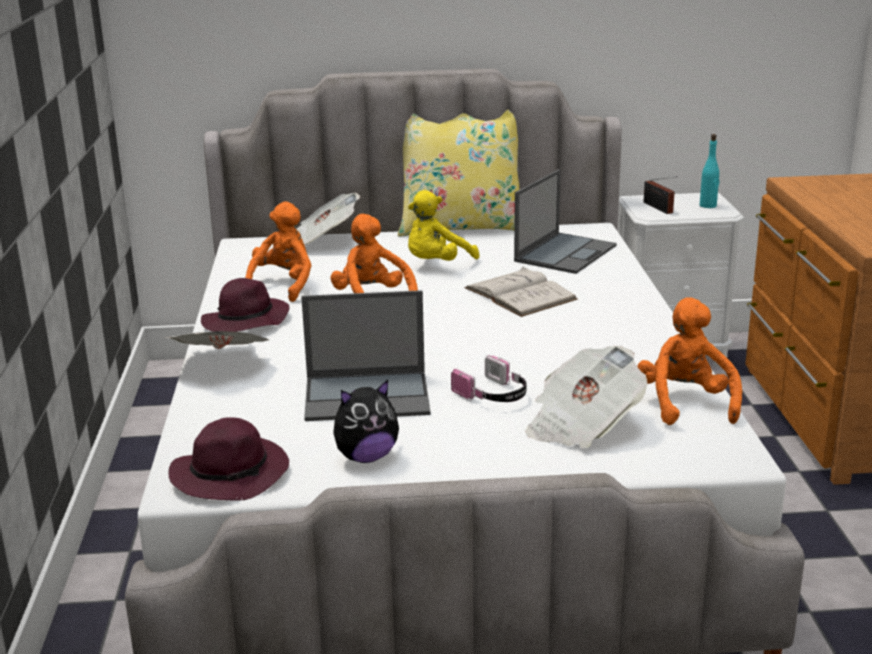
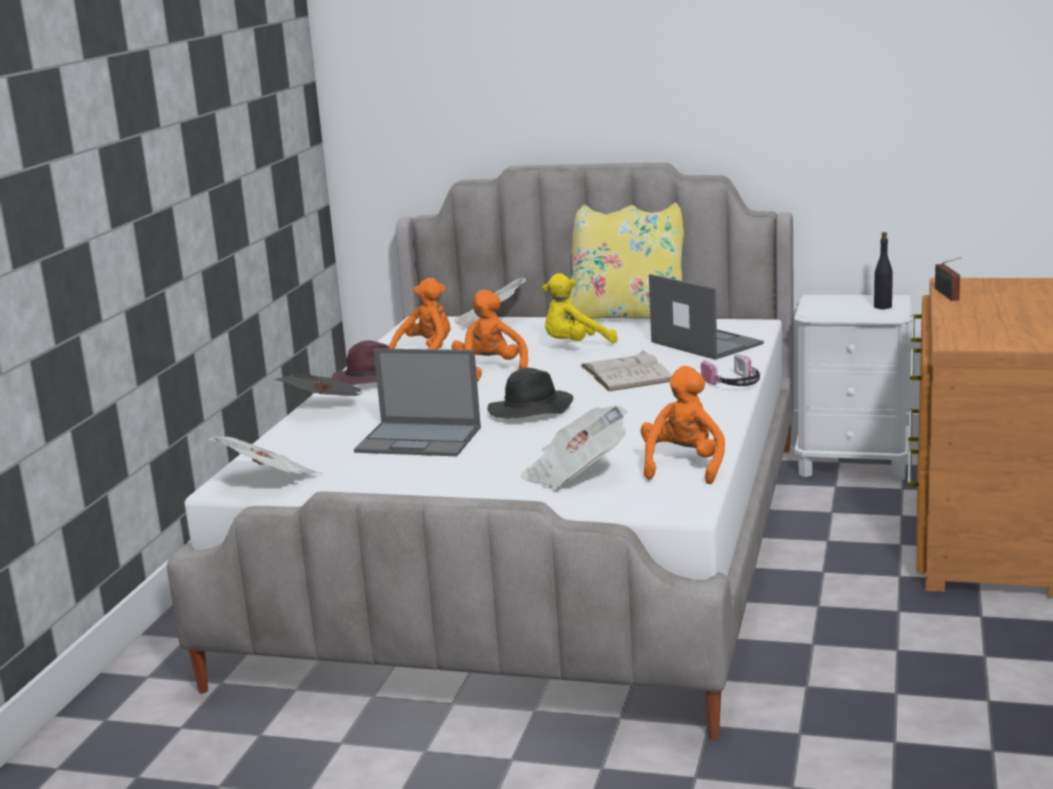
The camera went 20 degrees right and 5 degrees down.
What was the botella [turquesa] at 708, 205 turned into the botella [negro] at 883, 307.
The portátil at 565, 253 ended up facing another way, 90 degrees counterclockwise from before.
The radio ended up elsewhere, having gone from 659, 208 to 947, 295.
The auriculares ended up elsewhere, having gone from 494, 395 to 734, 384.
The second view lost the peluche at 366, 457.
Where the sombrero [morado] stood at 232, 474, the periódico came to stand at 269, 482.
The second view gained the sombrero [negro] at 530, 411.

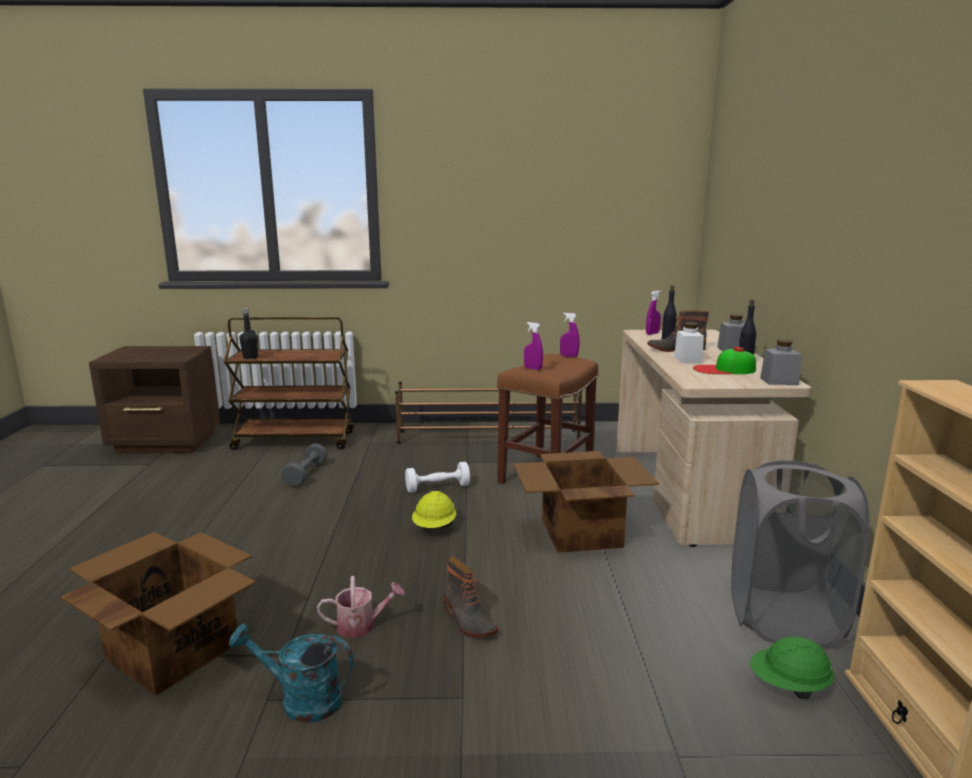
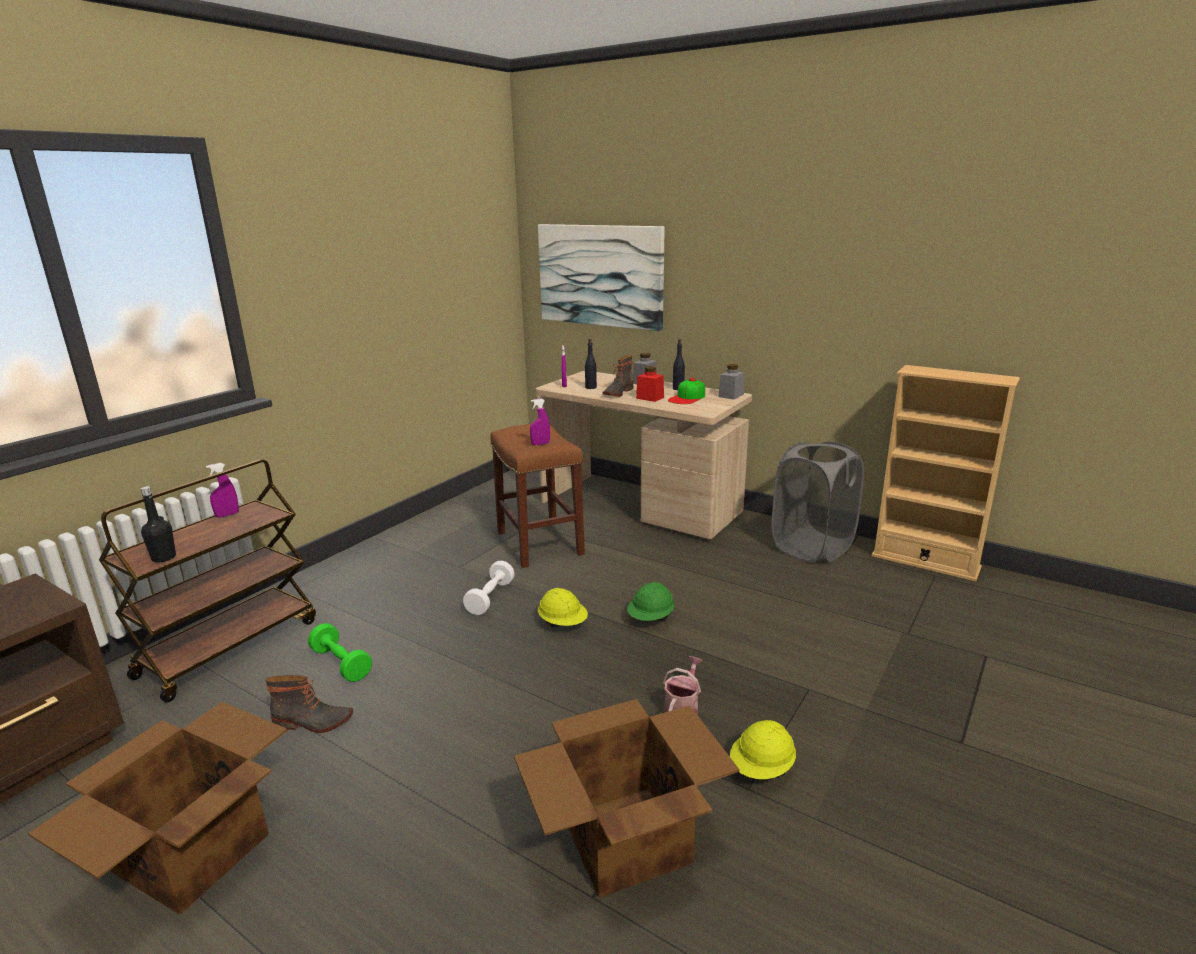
The camera went 55 degrees left and 5 degrees up.
The pulverizador [morado] ended up elsewhere, having gone from 569, 356 to 227, 515.
What was the tarro [blanco] at 687, 360 turned into the tarro [rojo] at 650, 398.
The second view lost the zapatero [marrón] at 489, 437.
What was the mancuerna [gris] at 306, 474 turned into the mancuerna [verde] at 341, 664.
The caja de cartón ended up elsewhere, having gone from 579, 532 to 190, 854.
The bota ended up elsewhere, having gone from 467, 621 to 312, 722.
Where the regadera [turquesa] stood at 301, 700, the casco [amarillo] came to stand at 762, 769.
The casco [verde] ended up elsewhere, having gone from 789, 686 to 651, 618.
The second view gained the cuadro at 600, 275.

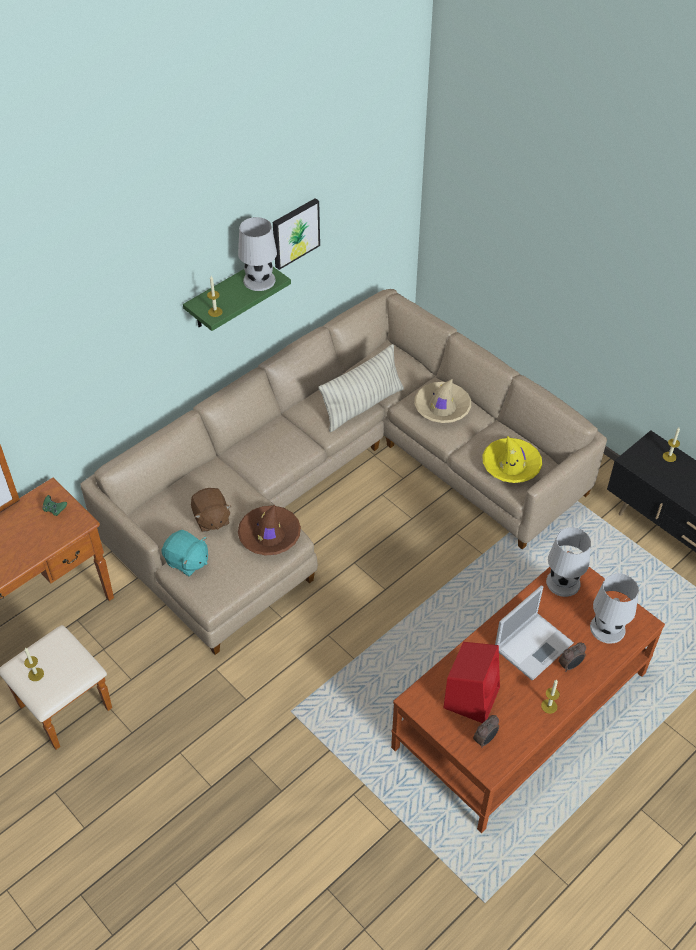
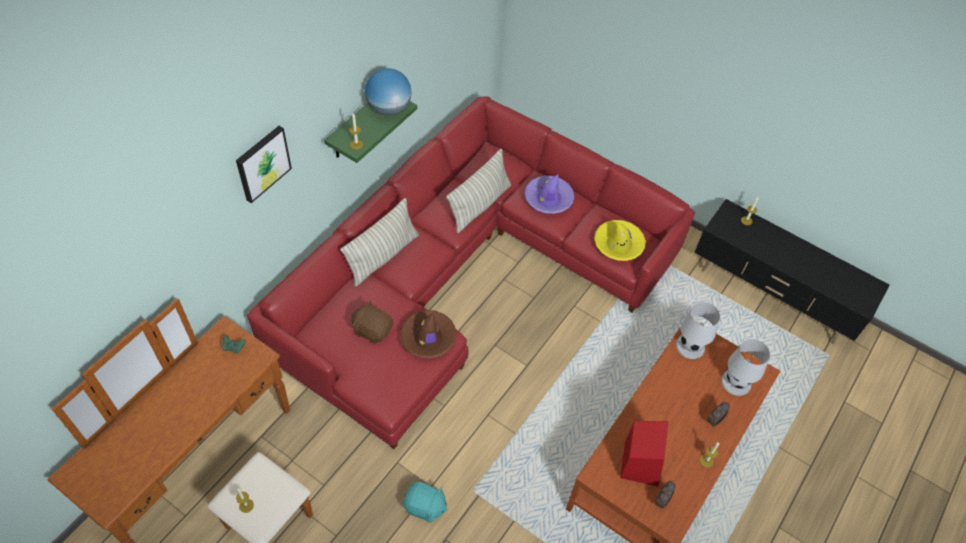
The camera went 15 degrees left and 5 degrees up.
The cuadro ended up elsewhere, having gone from 295, 232 to 262, 163.
Where the lámpara de mesa [blanco] stood at 259, 280, the globo terráqueo came to stand at 389, 108.
What was the sofá [beis] at 337, 483 turned into the sofá [rojo] at 463, 274.
What was the sombrero [beis] at 442, 407 turned into the sombrero [morado] at 548, 199.
The peluche [marrón] at 211, 519 ended up facing another way, 150 degrees clockwise from before.
The peluche [turquesa] ended up elsewhere, having gone from 187, 561 to 425, 507.
The second view lost the portátil at 534, 645.
The second view gained the cojín at 383, 256.

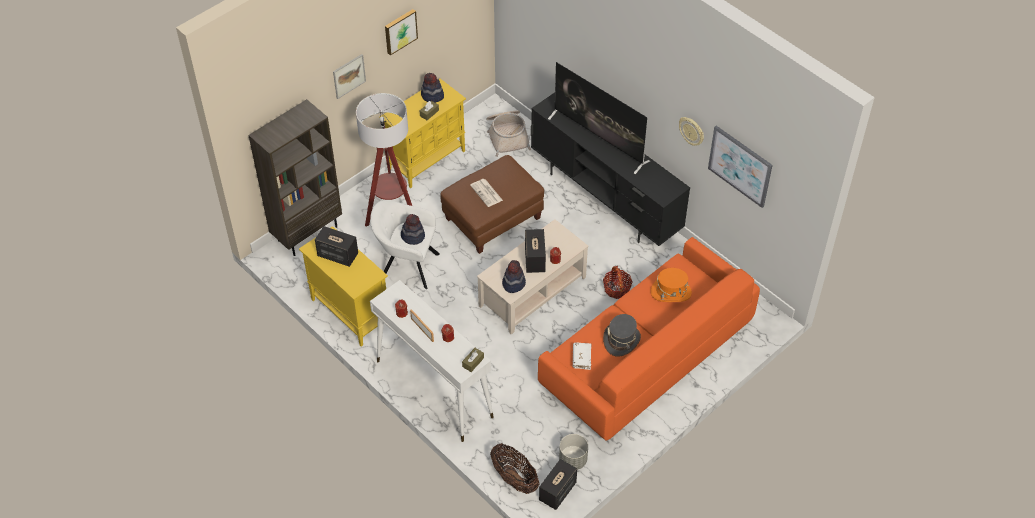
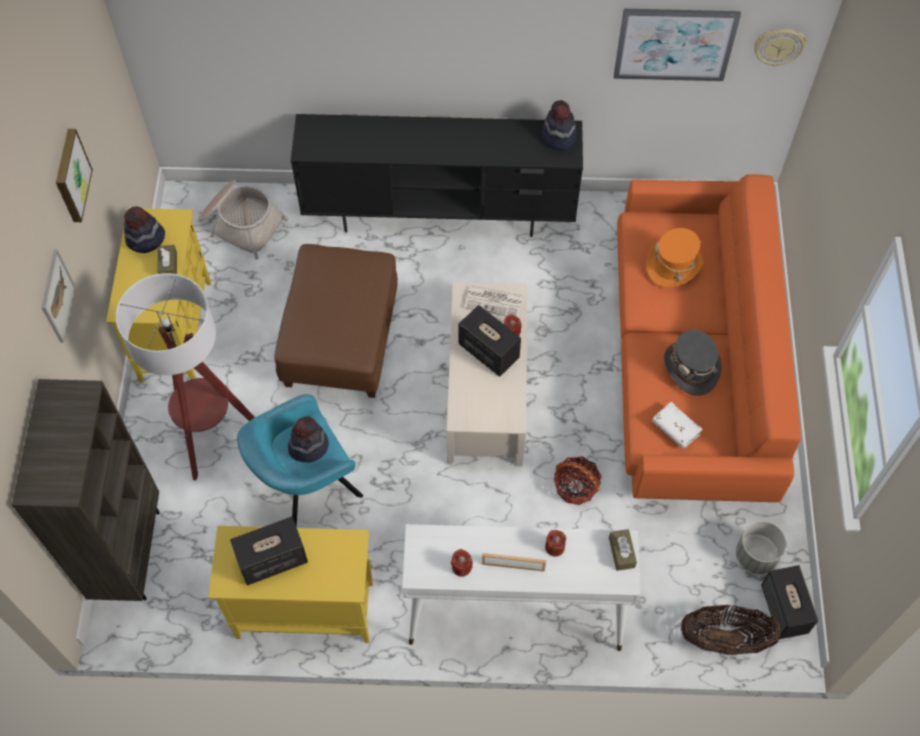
The camera went 45 degrees left and 10 degrees up.
The second view lost the televisor at 599, 139.
The reloj de pared ended up elsewhere, having gone from 691, 131 to 779, 46.
The periódico ended up elsewhere, having gone from 487, 193 to 494, 301.
What was the sillón [blanco] at 407, 266 turned into the sillón [turquesa] at 305, 487.
The sombrero ended up elsewhere, having gone from 513, 283 to 558, 137.
The cesta ended up elsewhere, having gone from 616, 289 to 575, 486.

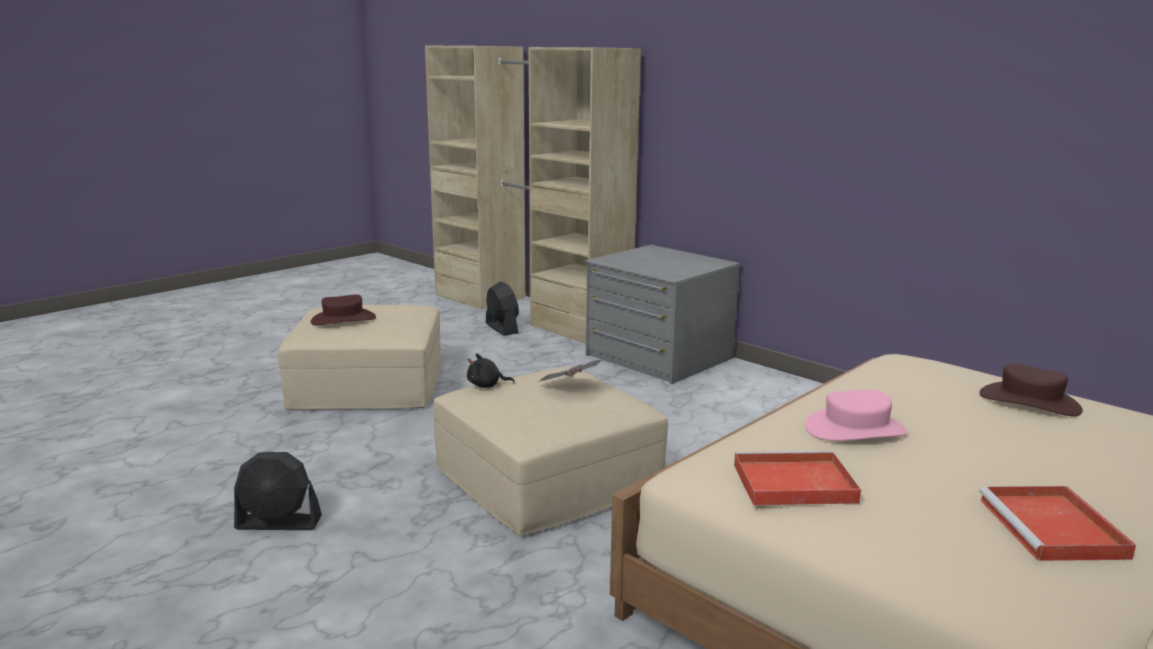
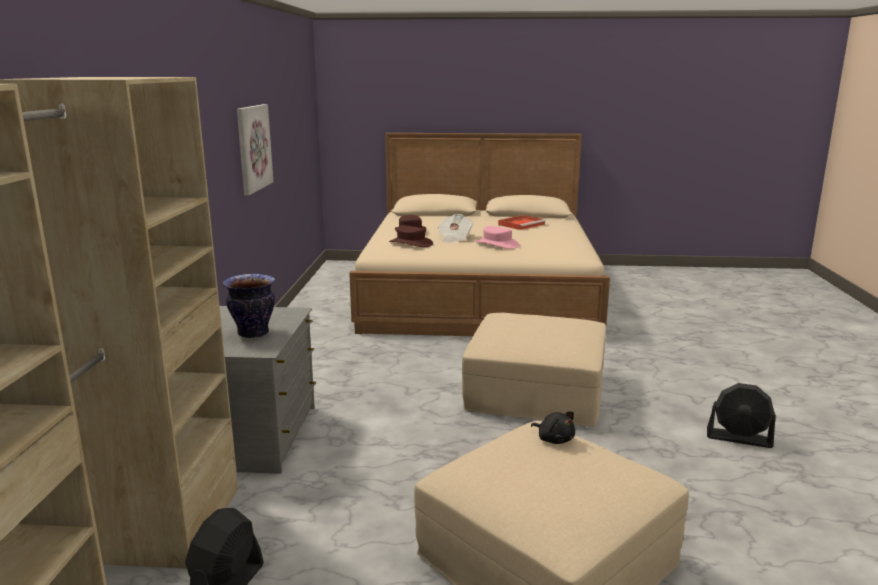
The camera went 130 degrees left and 0 degrees up.
The sombrero [marrón] ended up elsewhere, having gone from 343, 319 to 411, 243.
The peluche [negro] ended up elsewhere, having gone from 486, 385 to 554, 439.
The periódico ended up elsewhere, having gone from 569, 387 to 454, 238.
The second view lost the bandeja [rojo] at 791, 483.
The ventilador [negro] at 279, 523 ended up facing another way, 150 degrees clockwise from before.
The second view gained the cuadro at 253, 148.
The second view gained the florero at 254, 333.

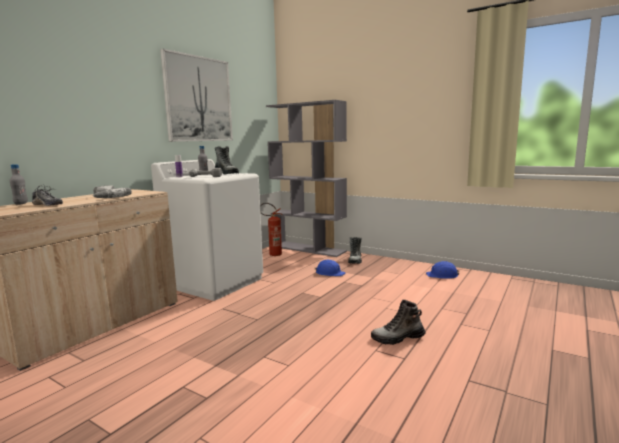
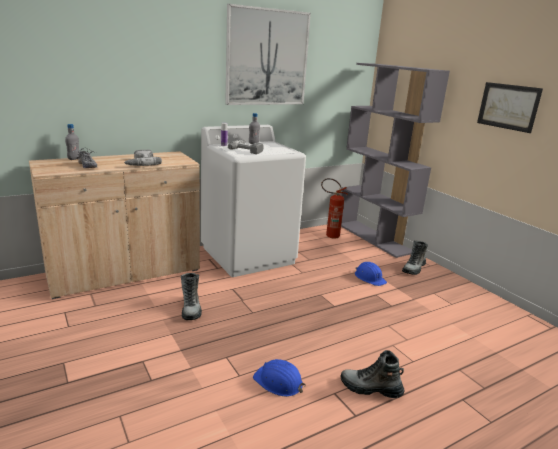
The camera went 25 degrees right and 10 degrees up.
The bota ended up elsewhere, having gone from 227, 173 to 191, 308.
The casco [azul] ended up elsewhere, having gone from 442, 275 to 278, 382.
The second view gained the cuadro at 508, 106.

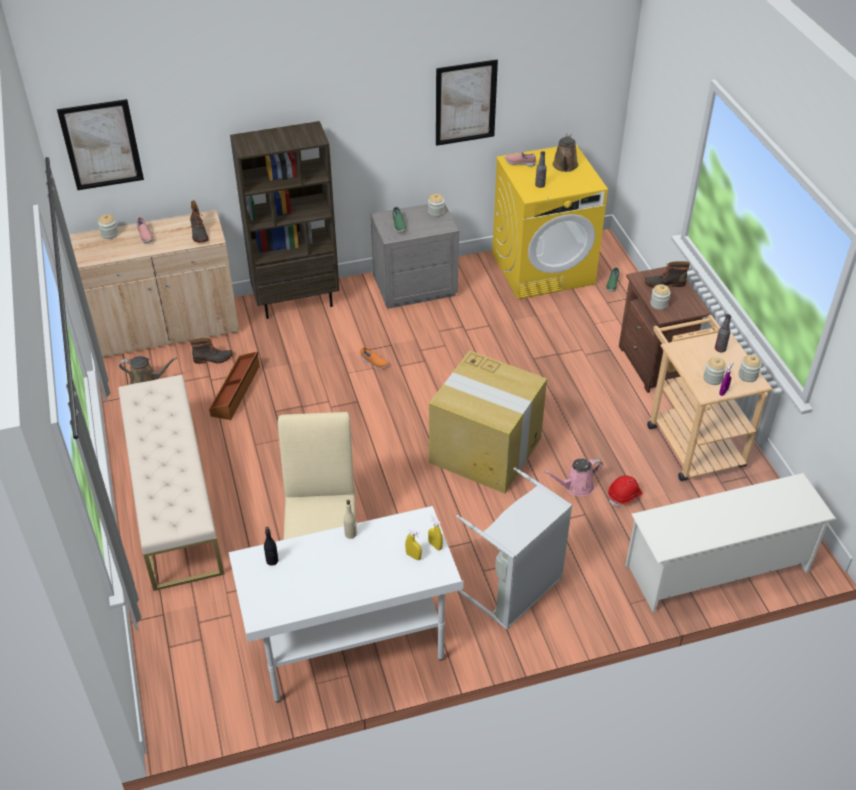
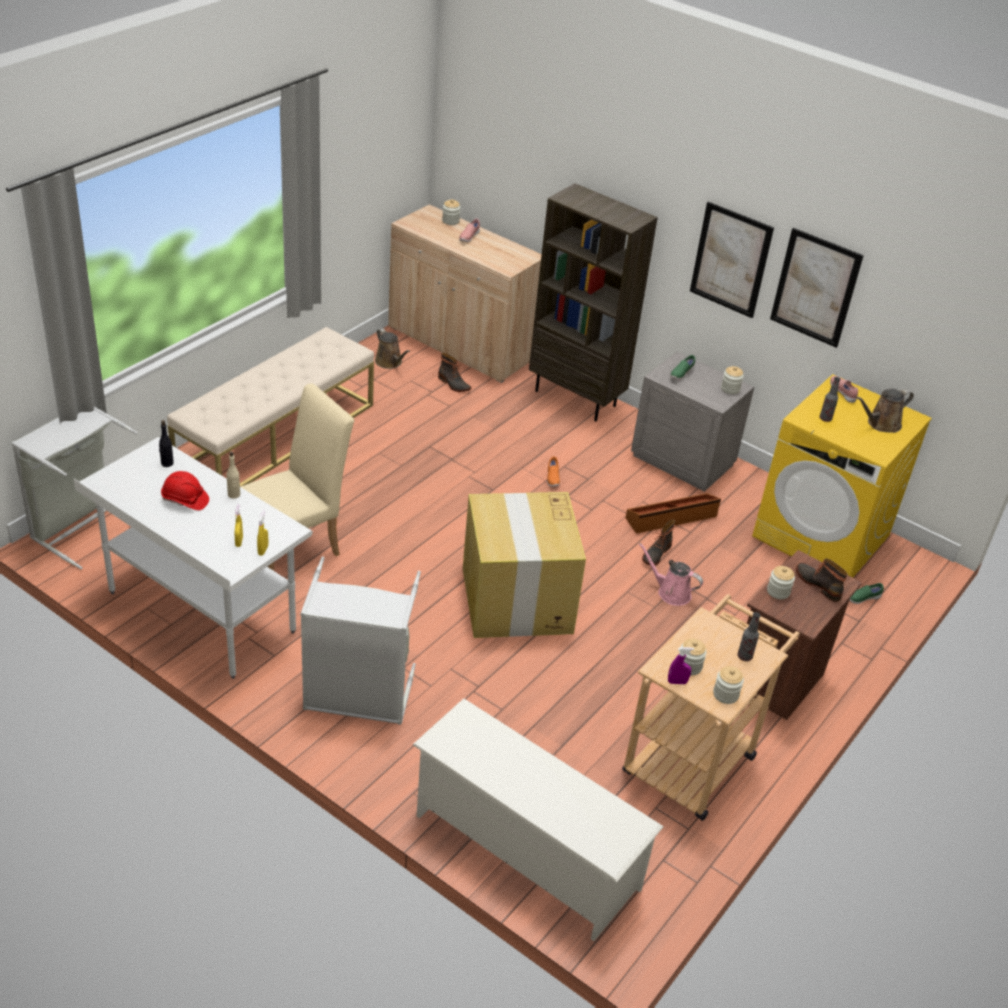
The camera went 50 degrees right and 5 degrees down.
The cuadro ended up elsewhere, having gone from 101, 145 to 731, 260.
The bota ended up elsewhere, having gone from 198, 233 to 656, 554.
The caja de almacenaje [marrón] ended up elsewhere, having gone from 236, 391 to 671, 518.
The regadera [rosa] ended up elsewhere, having gone from 576, 486 to 671, 592.
The casco [rojo] ended up elsewhere, having gone from 624, 496 to 185, 500.
The second view gained the cesto de la ropa [gris] at 82, 527.

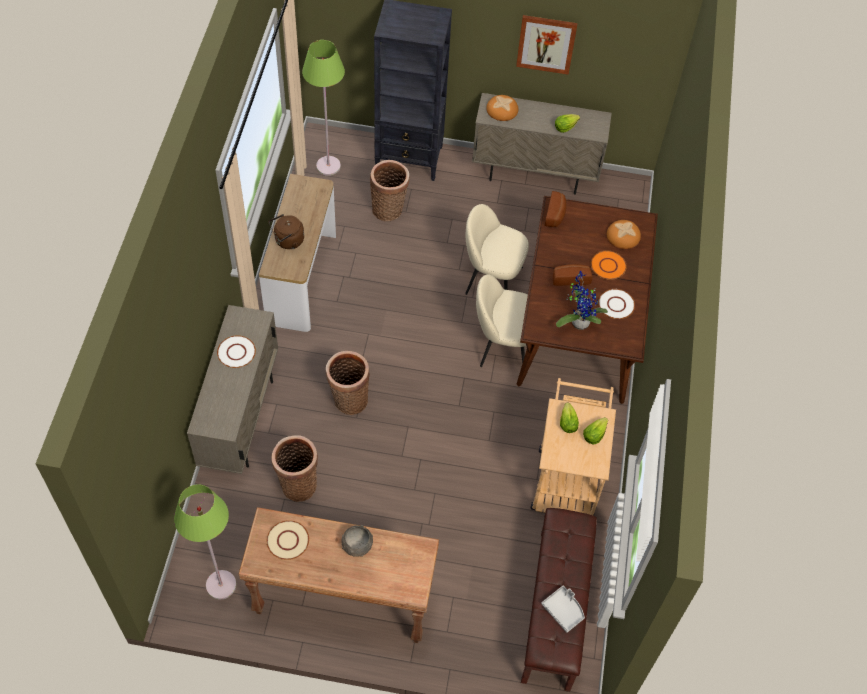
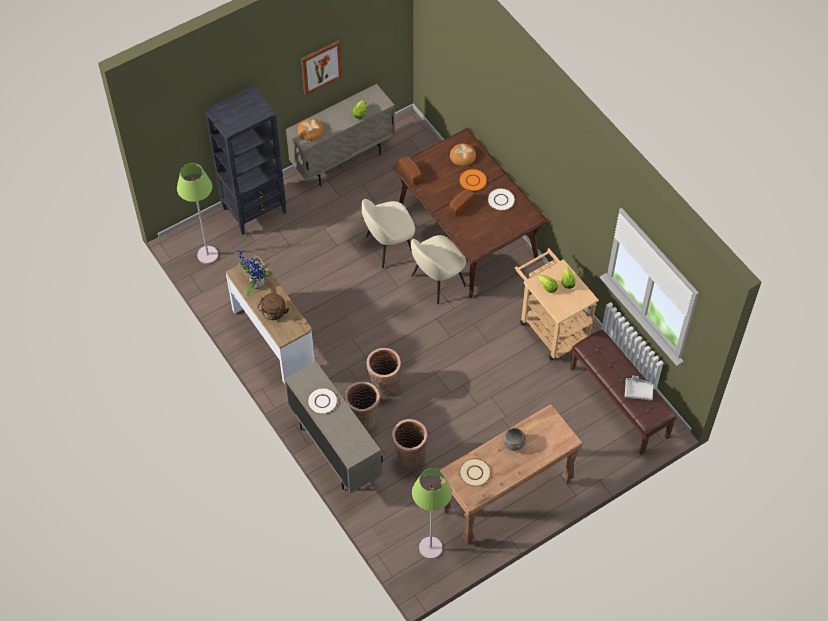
The camera went 40 degrees left and 0 degrees up.
The cesta ended up elsewhere, having gone from 389, 209 to 363, 419.
The planta en maceta ended up elsewhere, having gone from 578, 321 to 255, 283.

